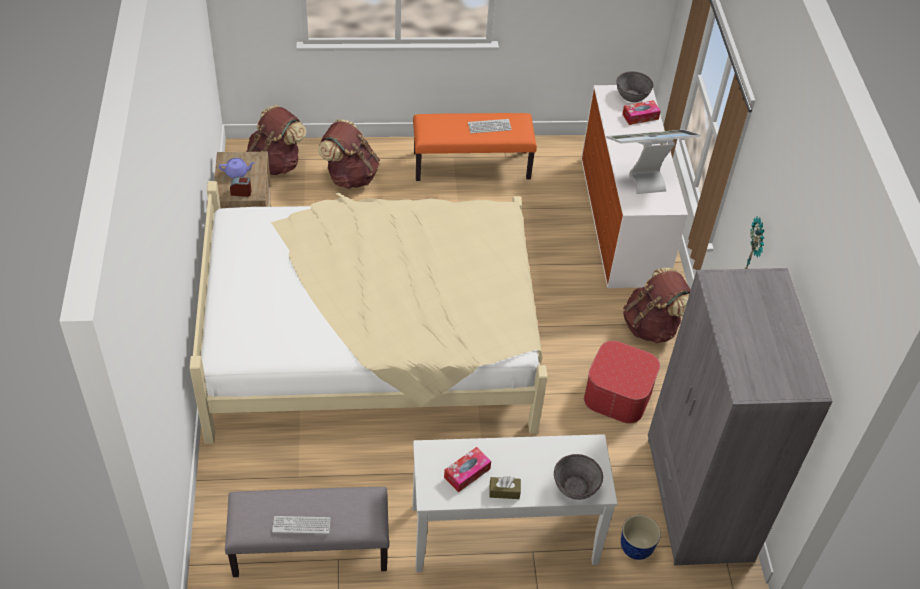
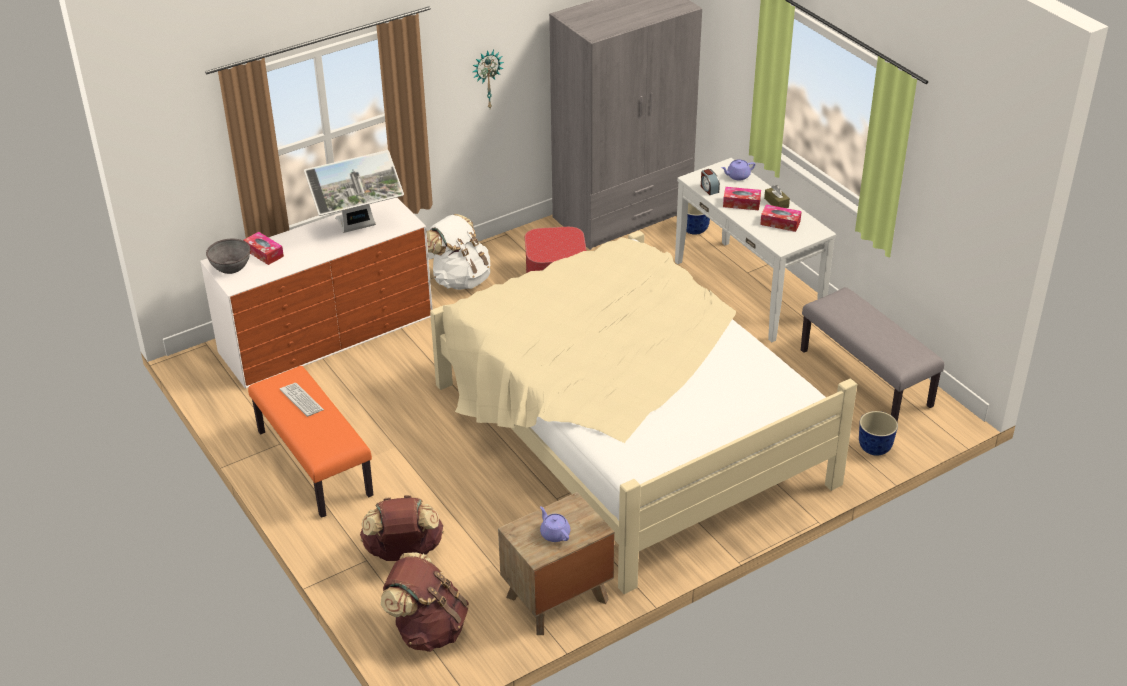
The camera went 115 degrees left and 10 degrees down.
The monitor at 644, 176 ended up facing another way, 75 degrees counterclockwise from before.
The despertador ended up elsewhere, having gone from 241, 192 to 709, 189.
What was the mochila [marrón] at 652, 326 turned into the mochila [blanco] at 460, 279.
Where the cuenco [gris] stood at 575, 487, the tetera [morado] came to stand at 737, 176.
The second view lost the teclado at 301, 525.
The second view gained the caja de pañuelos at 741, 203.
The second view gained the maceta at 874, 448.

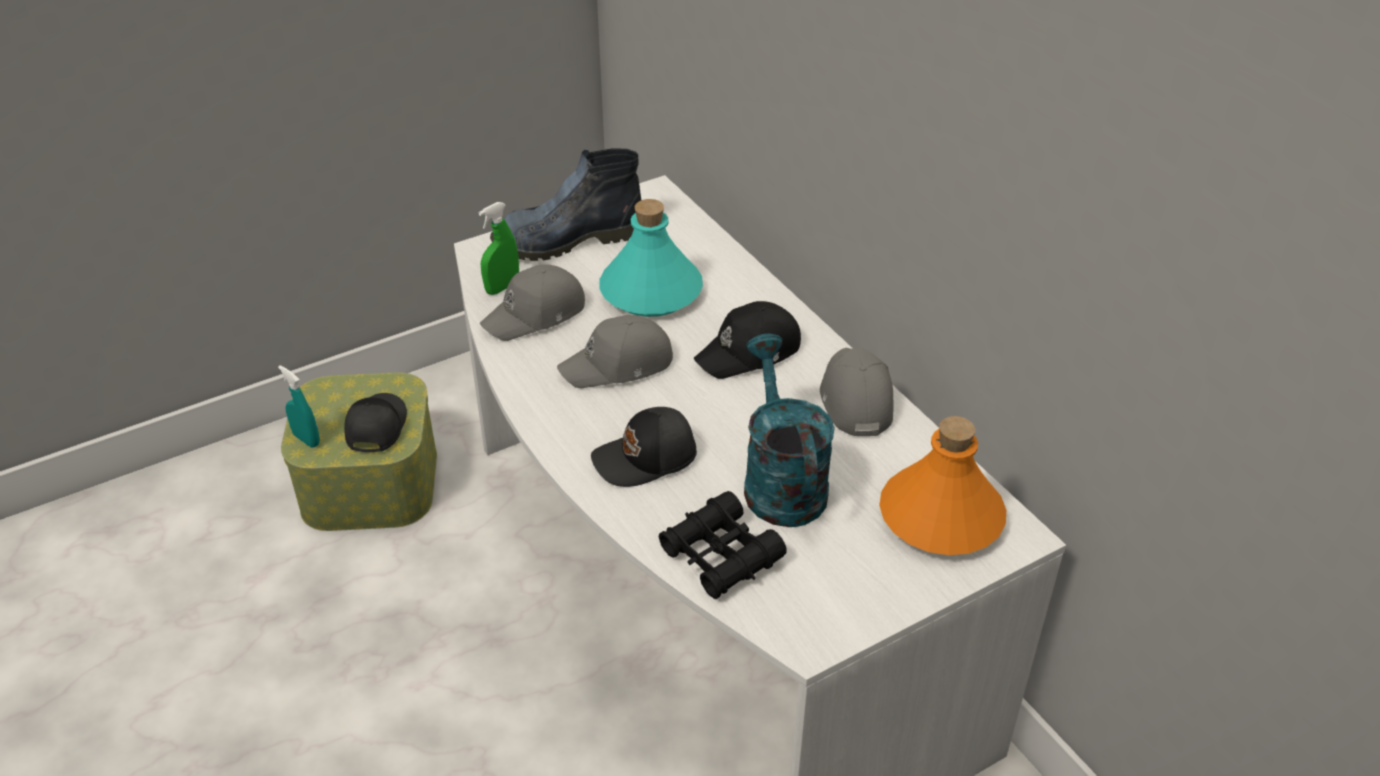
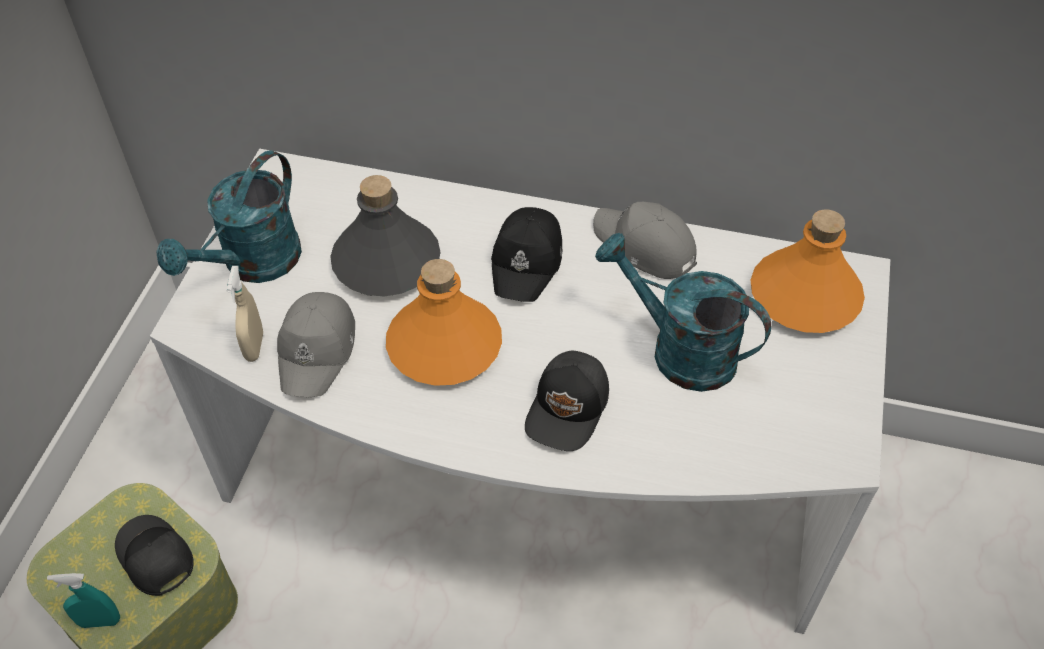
The camera went 45 degrees left and 10 degrees up.
Where the bota stood at 565, 241, the regadera [turquesa] came to stand at 253, 265.
What was the botella [turquesa] at 652, 291 turned into the botella [gris] at 387, 262.
What was the pulverizador [verde] at 502, 287 turned into the pulverizador [beis] at 254, 346.
Where the gorra [gris] stood at 618, 365, the botella [naranja] came to stand at 445, 345.
The second view lost the prismáticos [negro] at 721, 555.

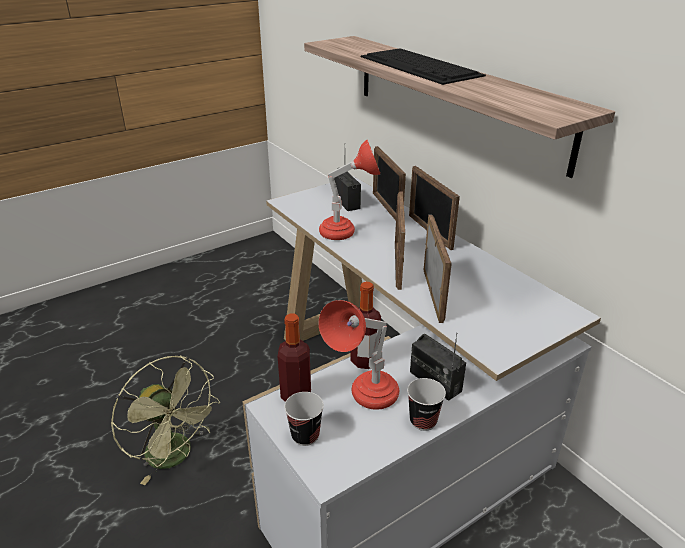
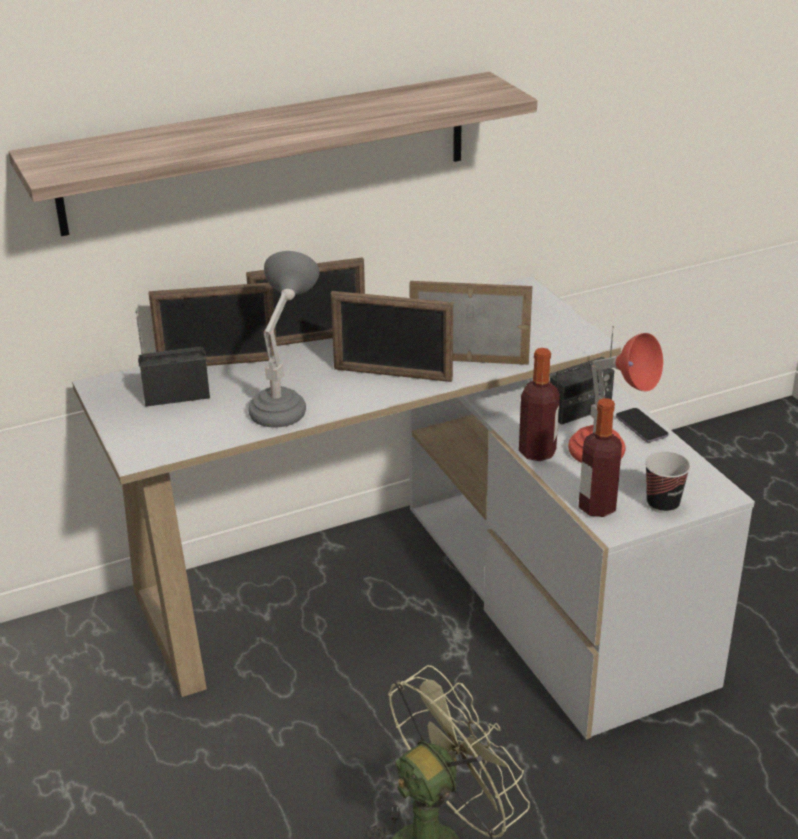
The camera went 80 degrees left and 0 degrees up.
The second view lost the teclado at 421, 66.
What was the lámpara de mesa [rojo] at 347, 233 turned into the lámpara de mesa [gris] at 284, 404.
Where the taza stood at 423, 421, the móvil came to stand at 641, 427.

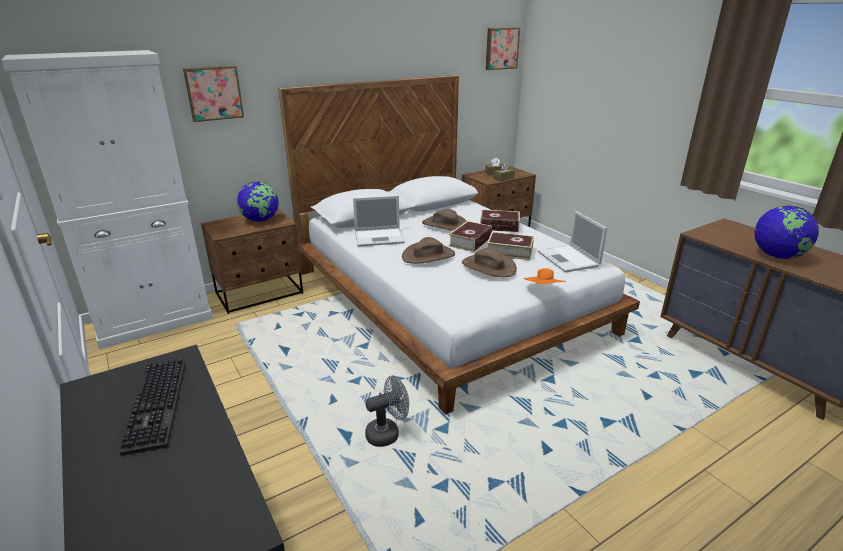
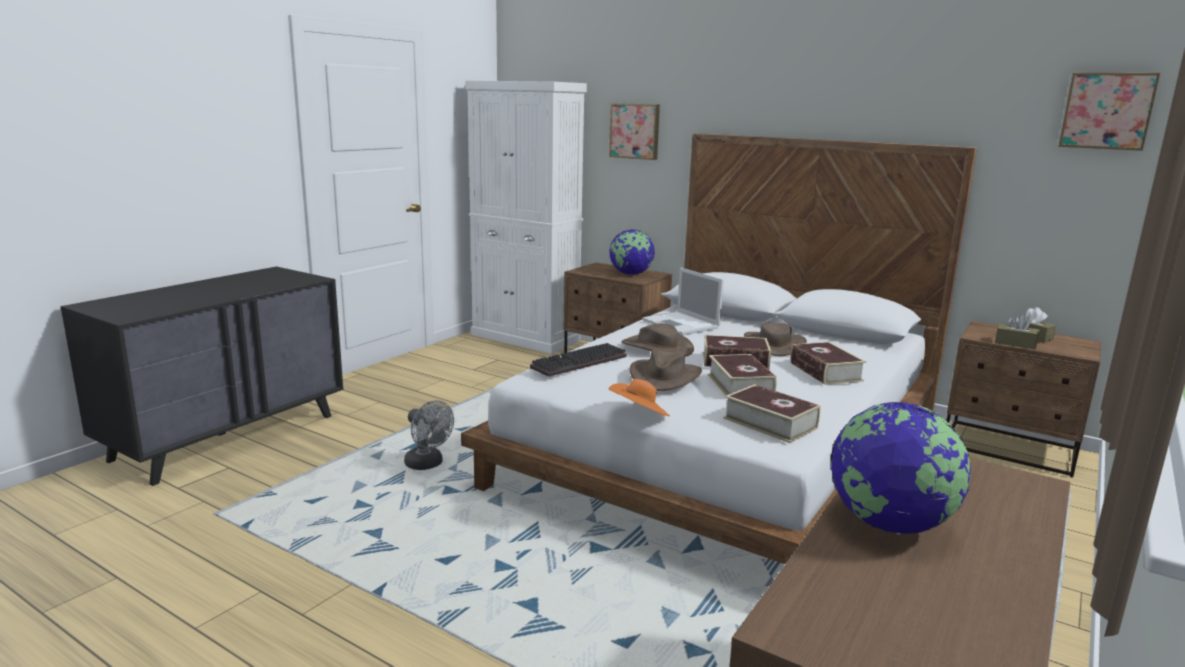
The camera went 65 degrees right and 10 degrees down.
Where the portátil stood at 569, 259, the libro came to stand at 770, 423.
The teclado ended up elsewhere, having gone from 159, 406 to 579, 363.

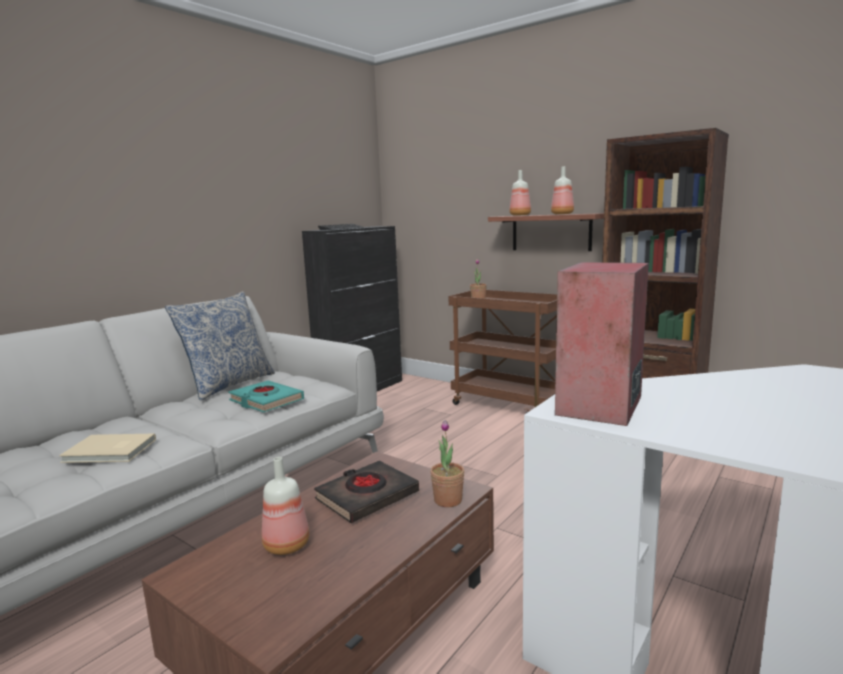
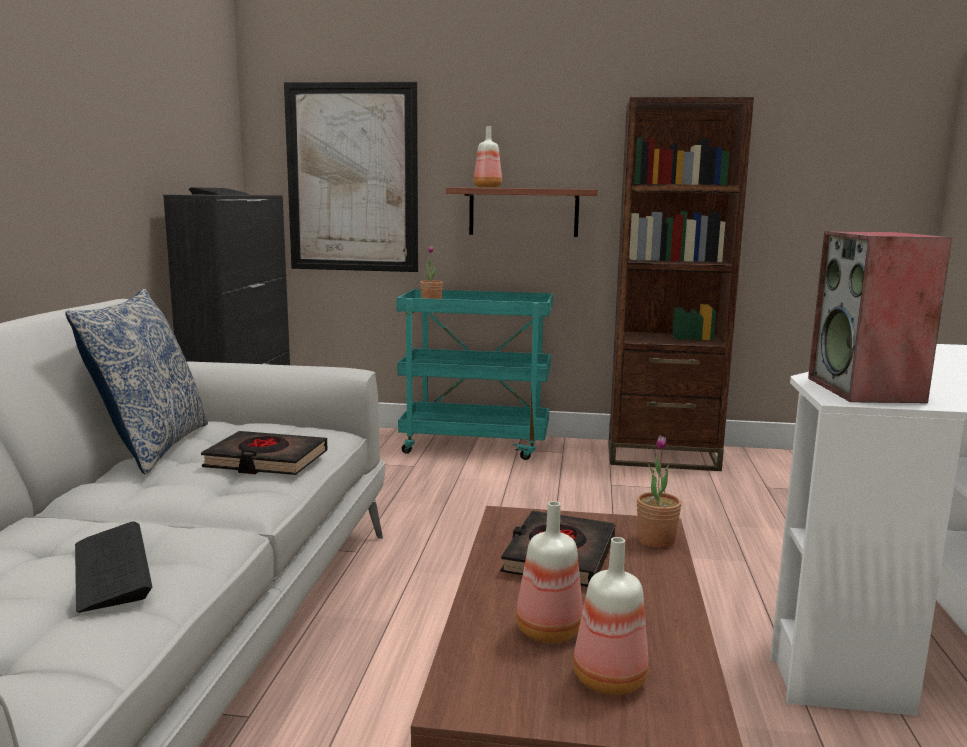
The camera went 30 degrees left and 0 degrees up.
The botella ended up elsewhere, having gone from 561, 214 to 607, 679.
What was the carrito [marrón] at 509, 404 turned into the carrito [turquesa] at 476, 444.
What was the libro [turquesa] at 266, 401 turned into the libro [negro] at 266, 461.
Where the libro [beis] stood at 110, 451, the teclado came to stand at 111, 568.
The second view gained the cuadro at 352, 178.

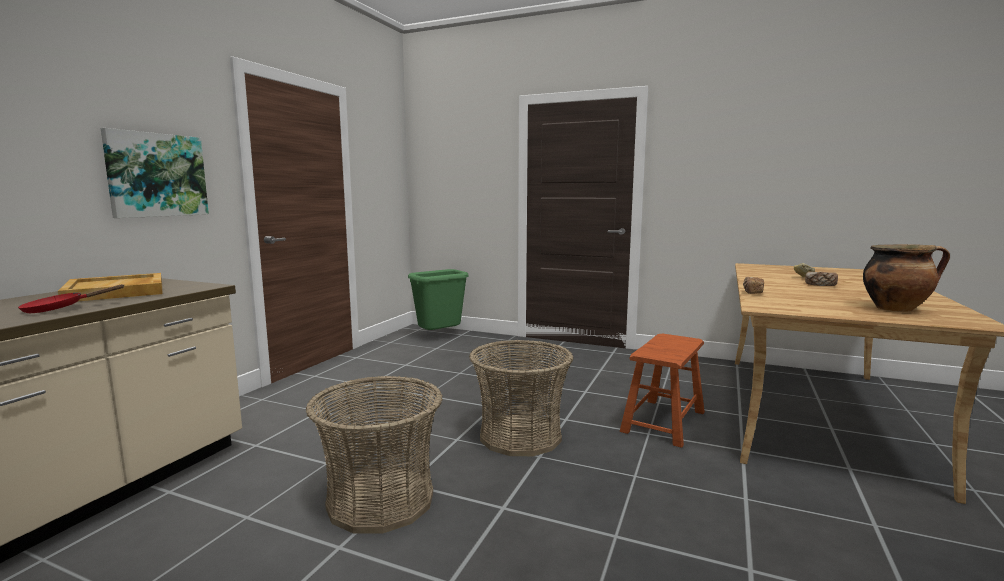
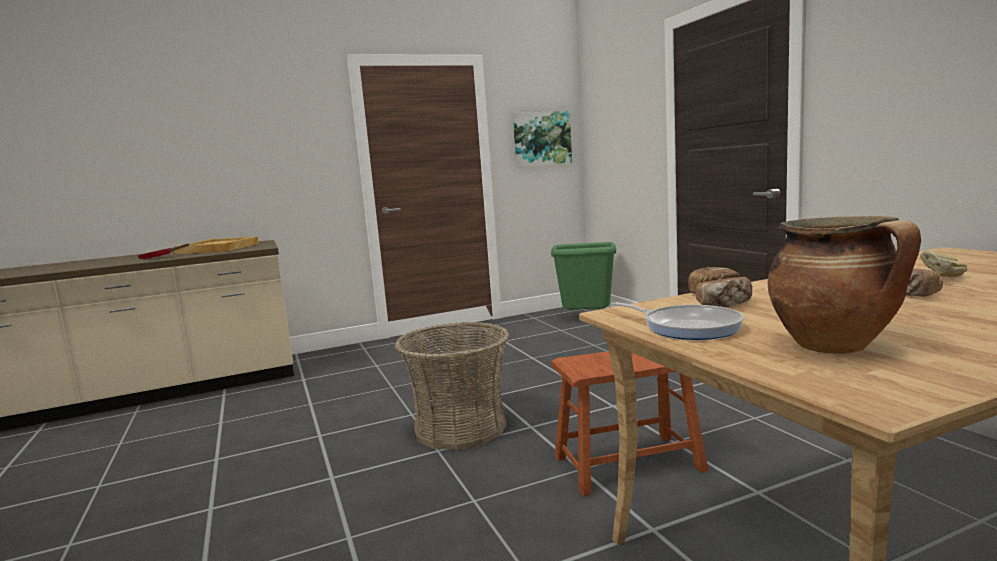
The camera went 45 degrees right and 0 degrees up.
The cuadro ended up elsewhere, having gone from 156, 175 to 541, 139.
The second view lost the cesta at 380, 500.
The second view gained the pan at 724, 305.
The second view gained the sartén at 687, 327.

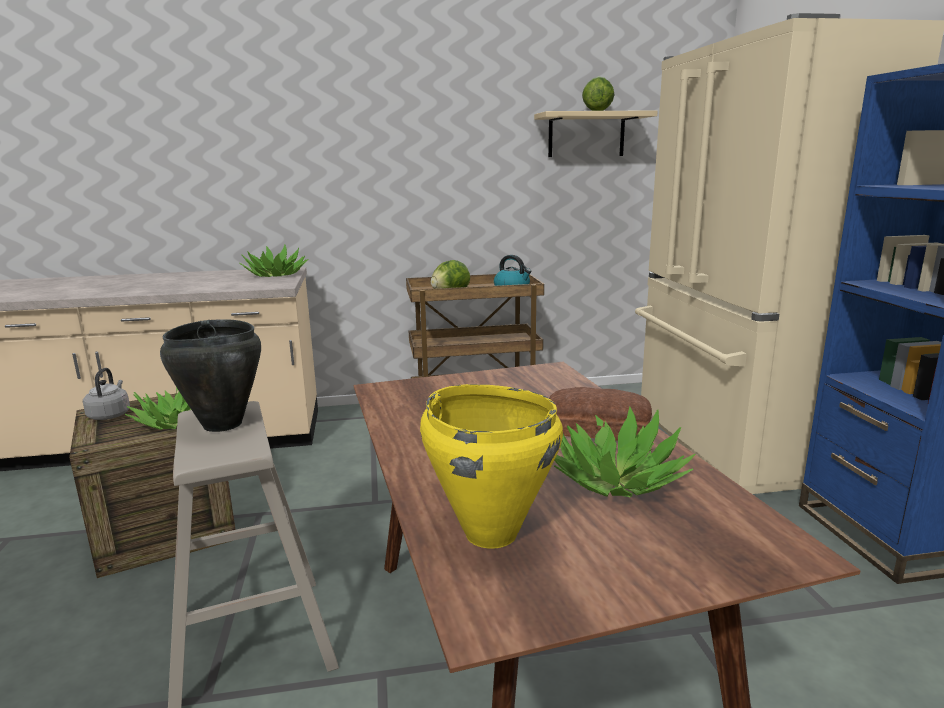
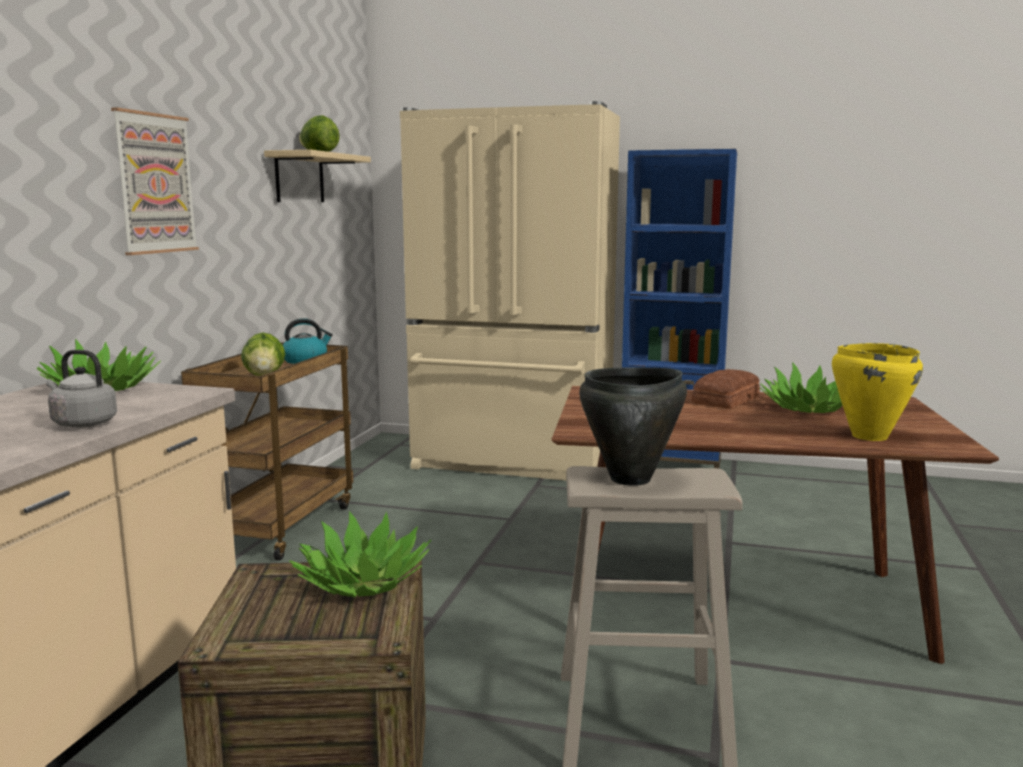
The camera went 65 degrees left and 5 degrees down.
The hervidor [gris] ended up elsewhere, having gone from 110, 415 to 82, 423.
The second view gained the cuadro at 155, 183.

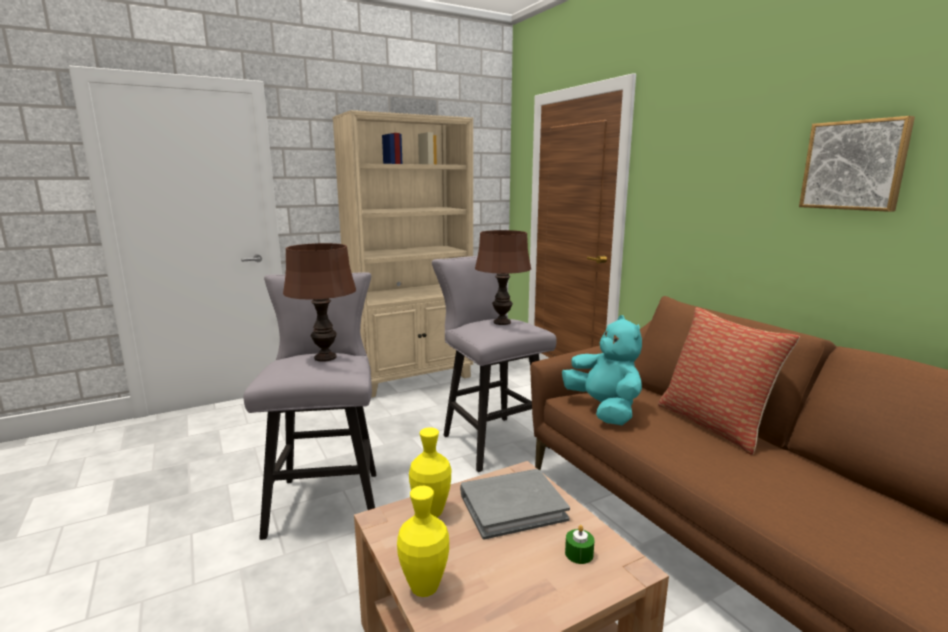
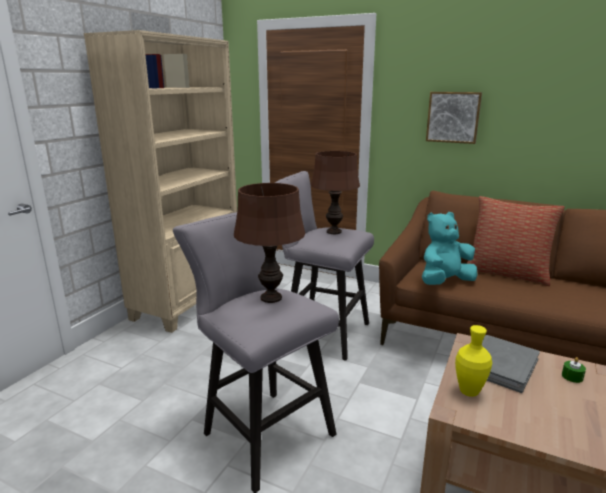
The camera went 35 degrees left and 5 degrees up.
The cuadro ended up elsewhere, having gone from 854, 165 to 453, 117.
The peluche [turquesa] at 604, 410 ended up facing another way, 60 degrees counterclockwise from before.
The second view lost the florero [amarillo] at 424, 587.

